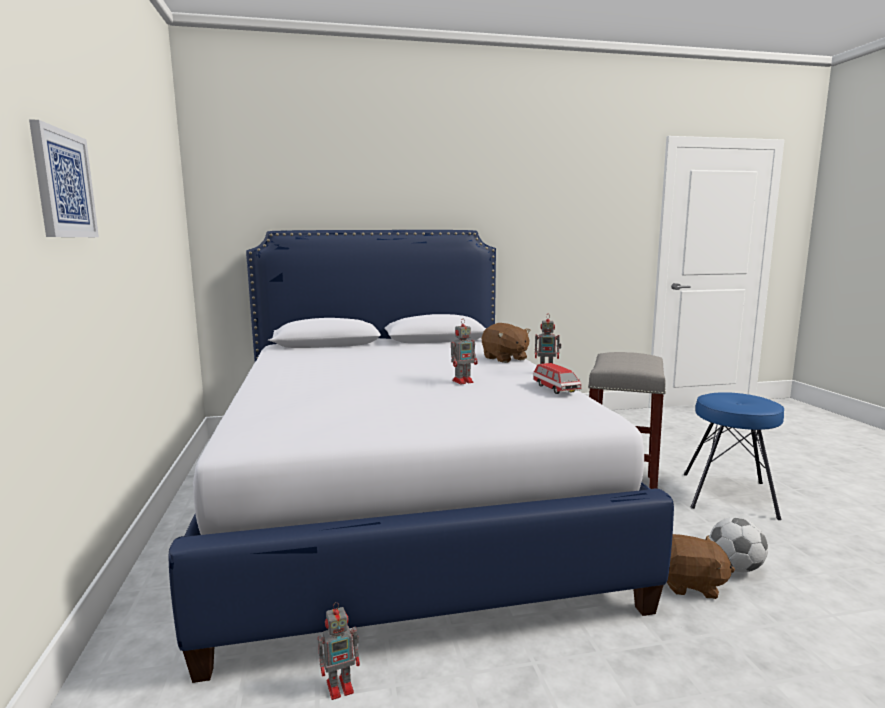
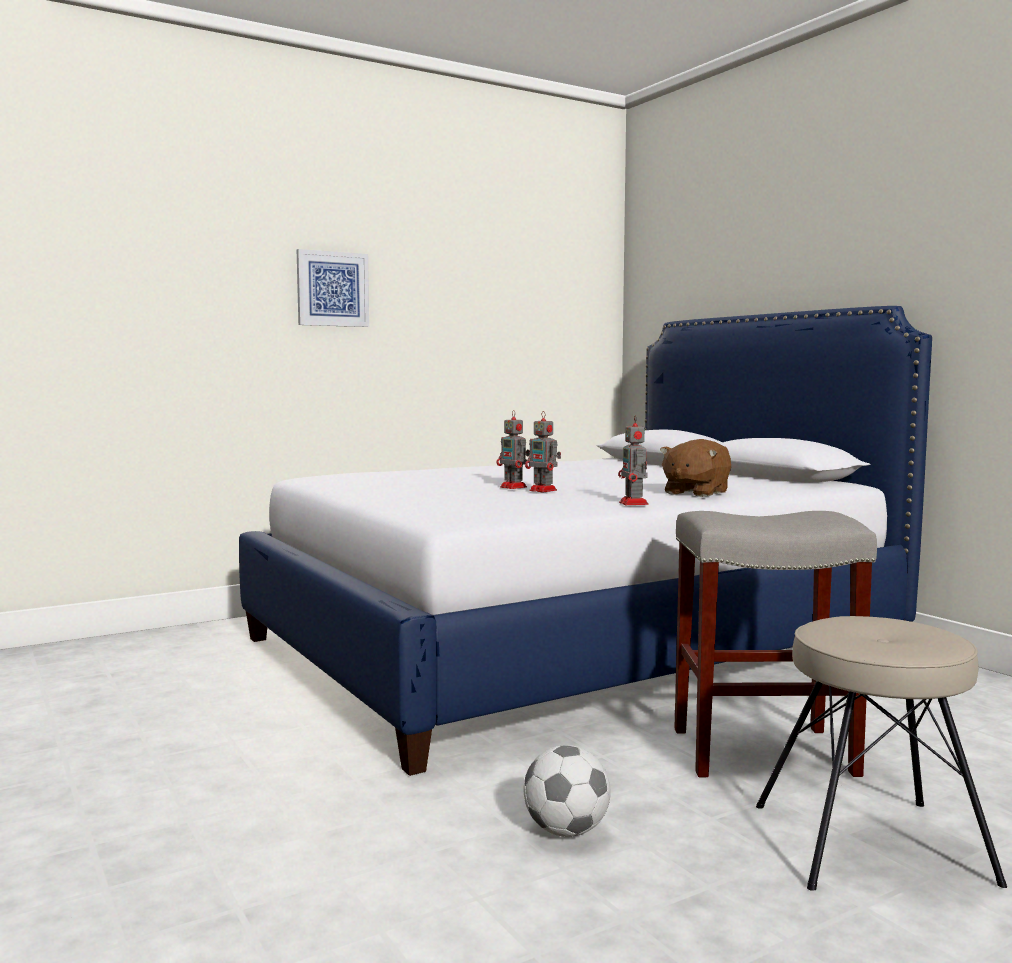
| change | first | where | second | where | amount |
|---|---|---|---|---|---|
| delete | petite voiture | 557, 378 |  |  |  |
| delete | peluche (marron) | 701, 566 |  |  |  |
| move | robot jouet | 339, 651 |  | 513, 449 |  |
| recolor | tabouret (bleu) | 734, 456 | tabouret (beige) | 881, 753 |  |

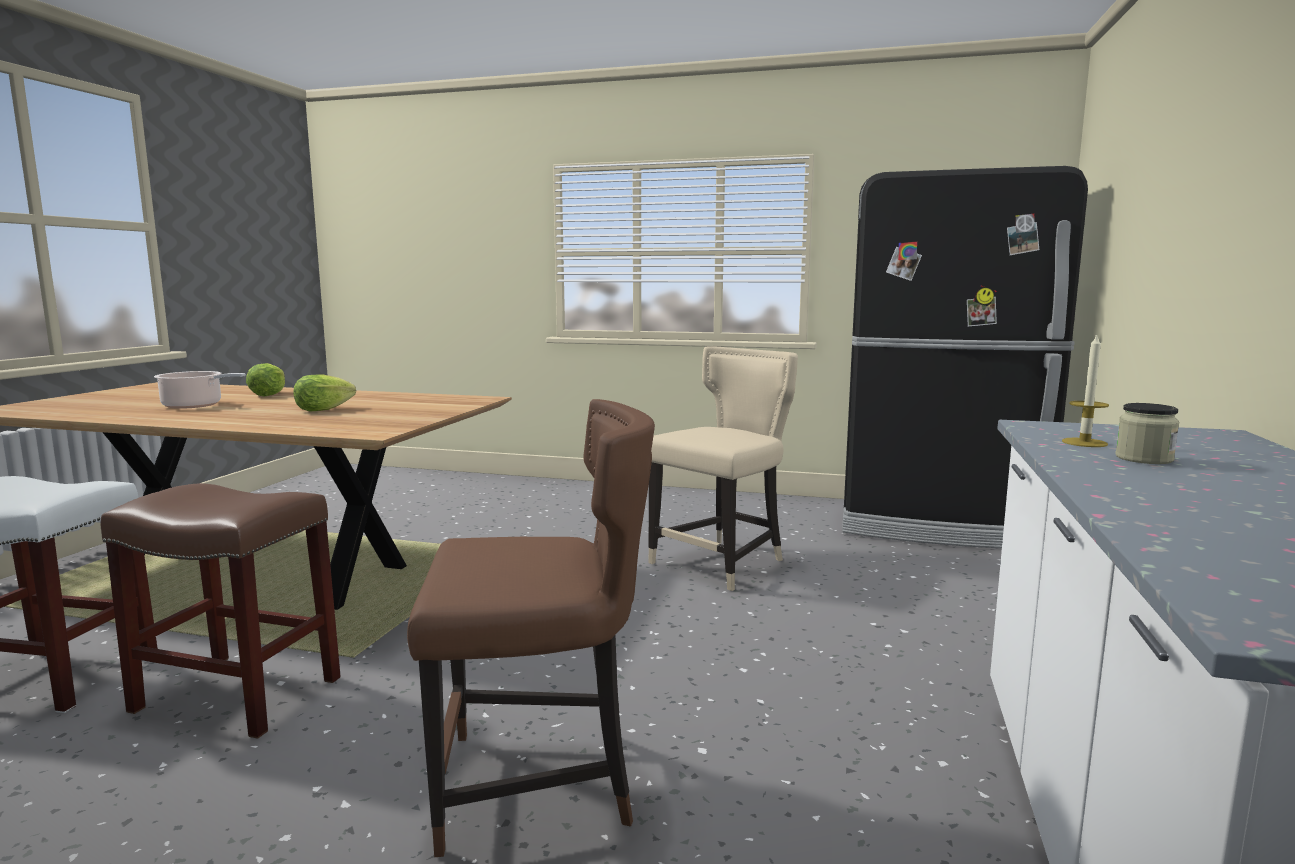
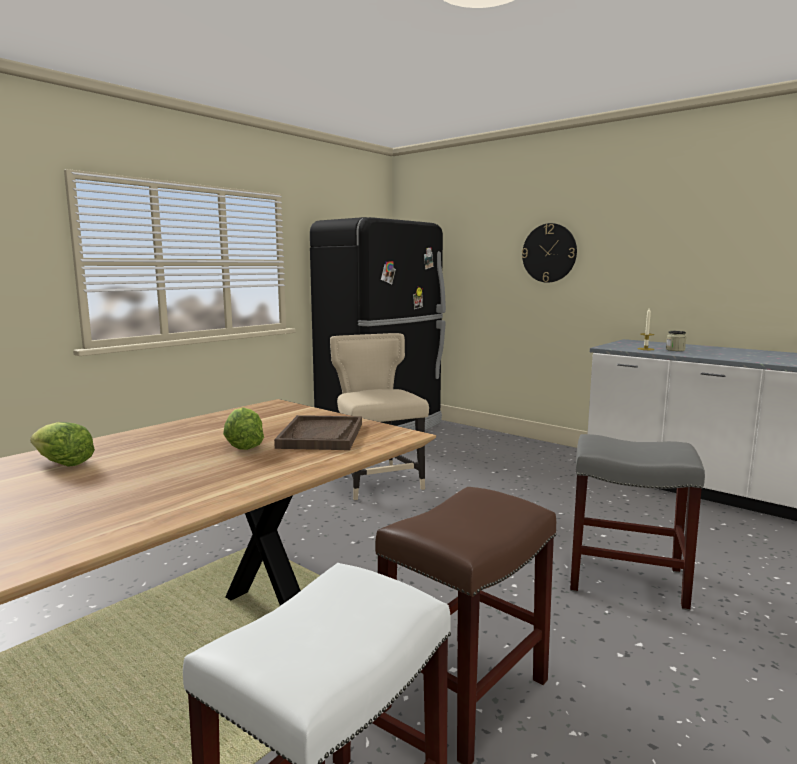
| change | first | where | second | where | amount |
|---|---|---|---|---|---|
| delete | marmite | 200, 390 |  |  |  |
| insert |  |  | plateau (marron) | 318, 432 |  |
| insert |  |  | horloge murale | 549, 253 |  |
| replace | chaise (marron) | 531, 628 | tabouret (gris) | 637, 522 |  |

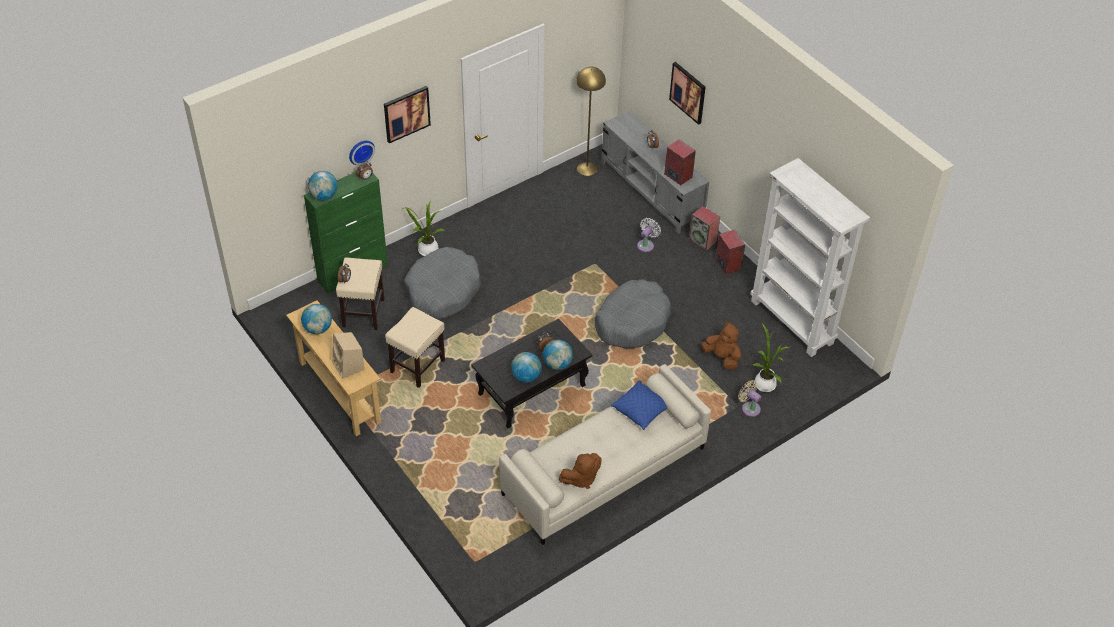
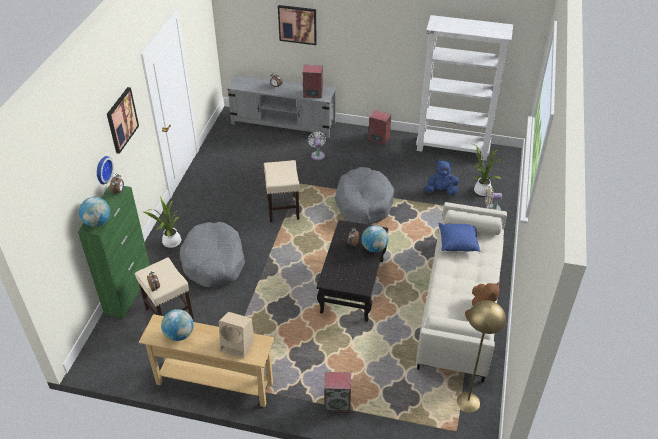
| change | first | where | second | where | amount |
|---|---|---|---|---|---|
| delete | globe | 526, 367 |  |  |  |
| move | tabouret (beige) | 415, 347 |  | 281, 191 |  |
| move | lampadaire (jaune) | 591, 121 |  | 481, 356 |  |
| move | enceinte | 704, 228 |  | 338, 392 |  |
| recolor | peluche (marron) | 721, 345 | peluche (bleu) | 441, 177 |  |

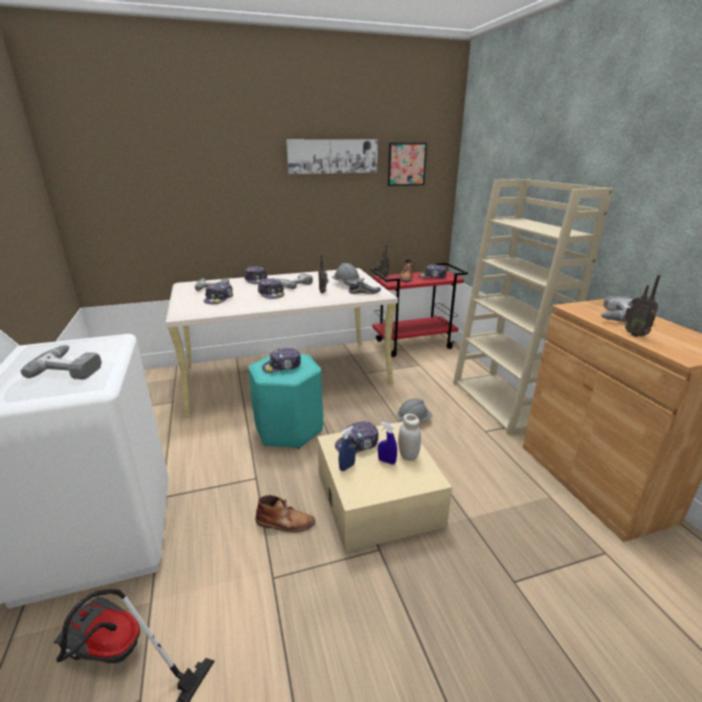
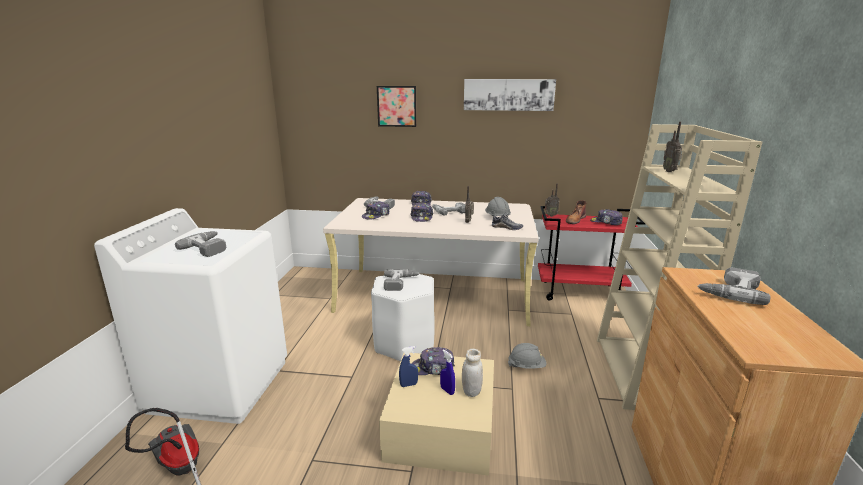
| change | first | where | second | where | amount |
|---|---|---|---|---|---|
| delete | botte (marron) | 285, 513 |  |  |  |
| move | tableau | 407, 164 |  | 396, 106 |  |
| move | radio | 642, 306 |  | 673, 147 |  |
| replace | casquette | 281, 360 | perceuse | 402, 280 |  |
| recolor | tabouret (turquoise) | 285, 401 | tabouret (blanc) | 403, 317 |  |

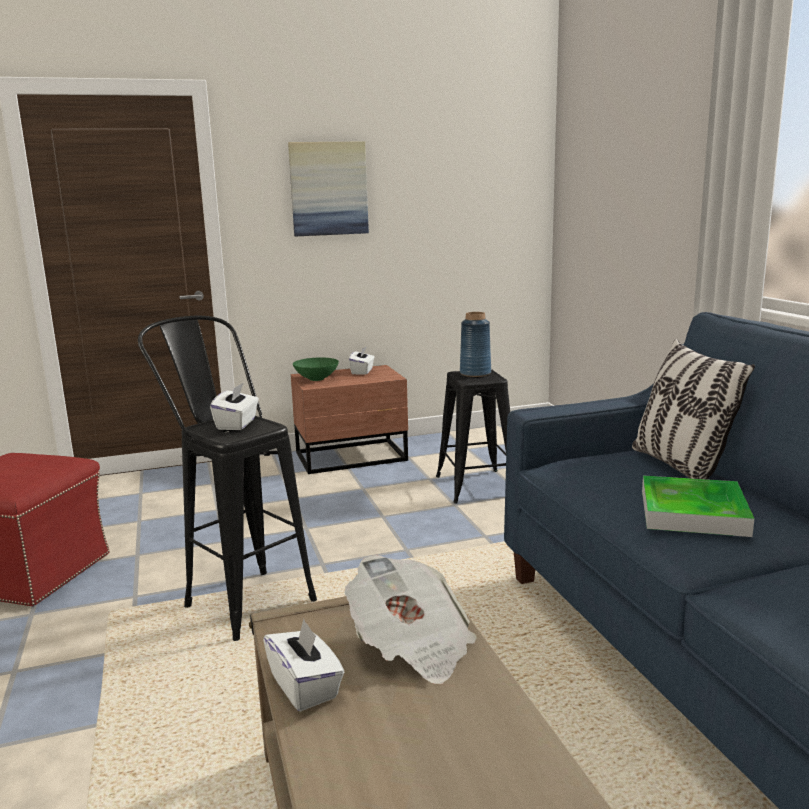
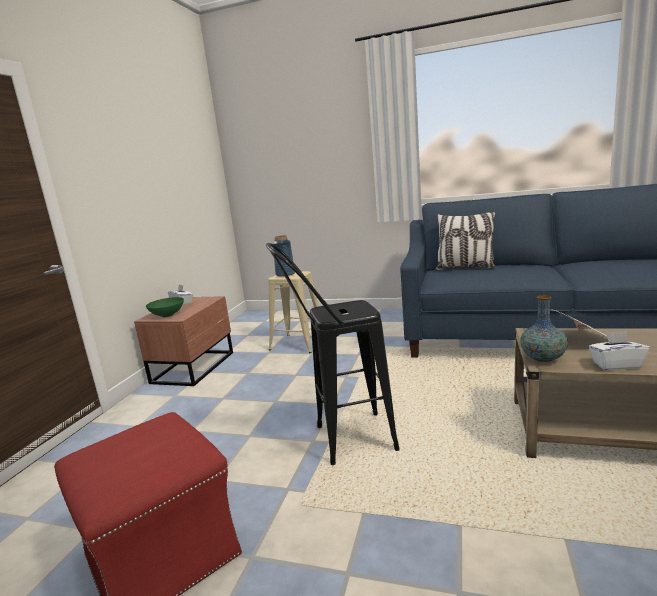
| change | first | where | second | where | amount |
|---|---|---|---|---|---|
| delete | boîte à mouchoirs (blanc) | 234, 406 |  |  |  |
| delete | tableau | 328, 189 |  |  |  |
| delete | plateau | 698, 506 |  |  |  |
| insert |  |  | vase | 544, 328 |  |
| recolor | tabouret (noir) | 473, 436 | tabouret (beige) | 293, 312 |  |

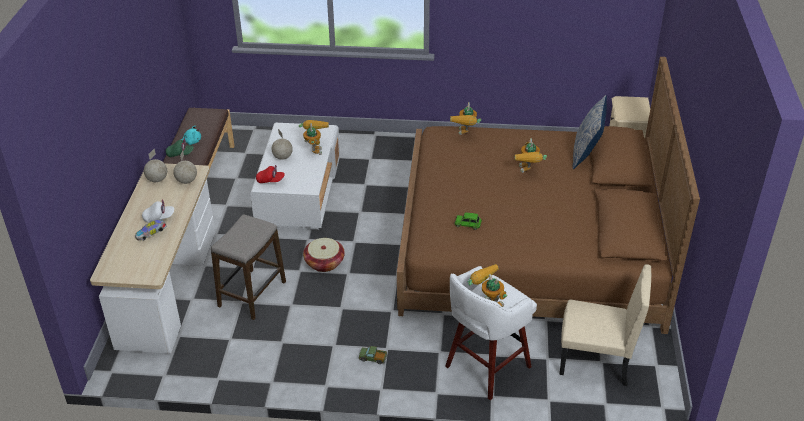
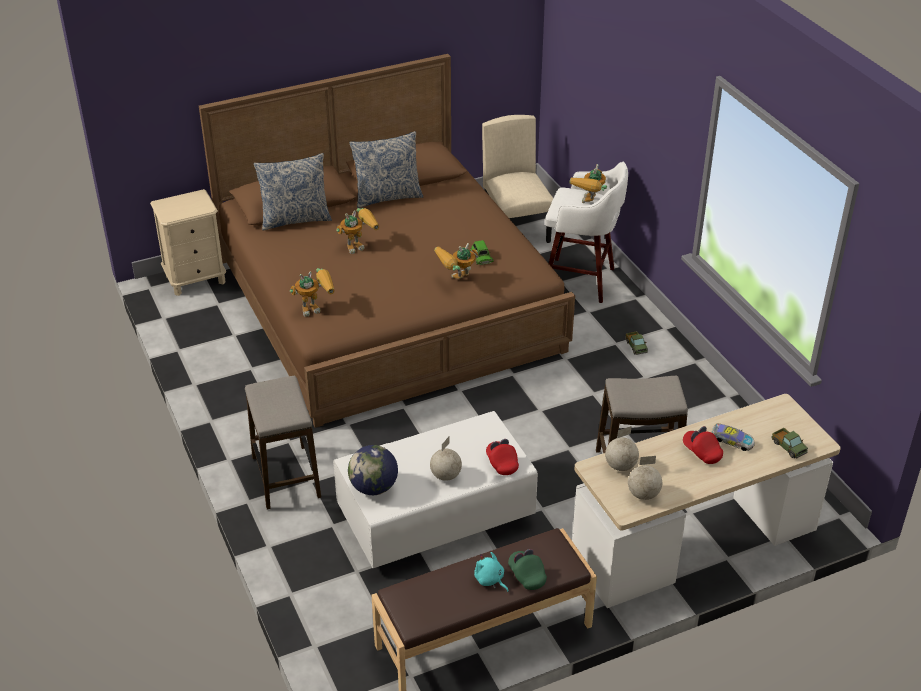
| change | first | where | second | where | amount |
|---|---|---|---|---|---|
| delete | panier | 324, 255 |  |  |  |
| insert |  |  | tabouret | 283, 443 |  |
| insert |  |  | globe | 373, 470 |  |
| insert |  |  | coussin | 386, 169 |  |
| insert |  |  | camion jouet | 789, 443 |  |
| move | robot jouet | 314, 137 |  | 456, 261 |  |
| recolor | casquette (blanc) | 158, 211 | casquette (rouge) | 703, 445 |  |

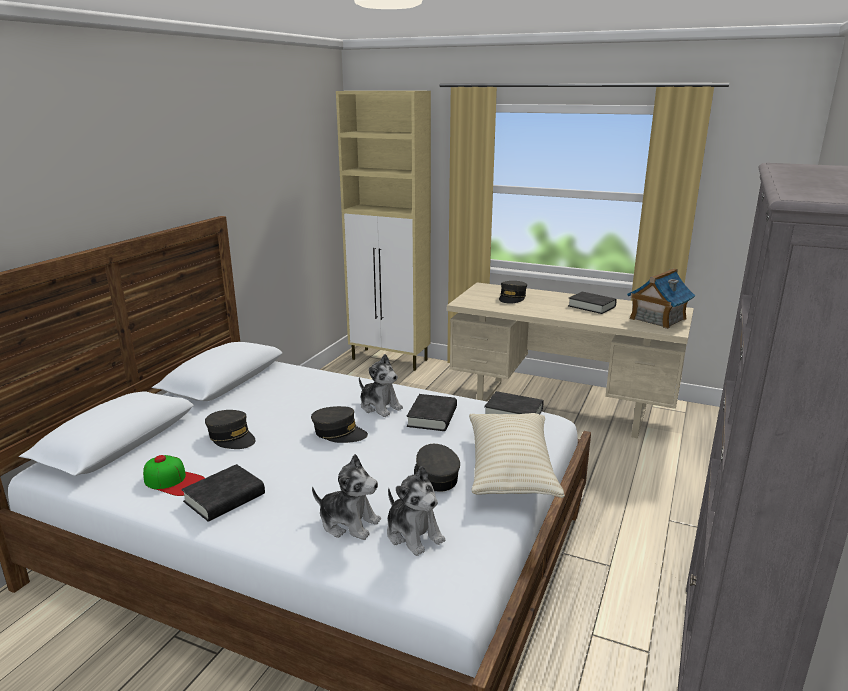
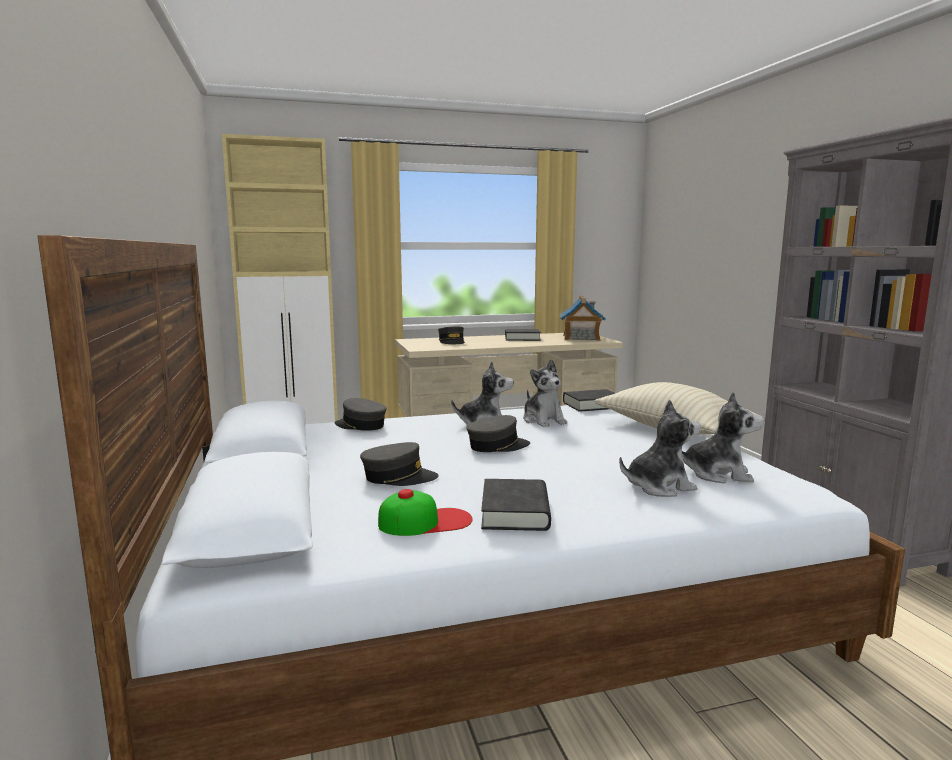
| change | first | where | second | where | amount |
|---|---|---|---|---|---|
| move | casquette (gris) | 437, 468 |  | 361, 414 |  |
| replace | livre (noir) | 432, 412 | peluche | 545, 393 |  |

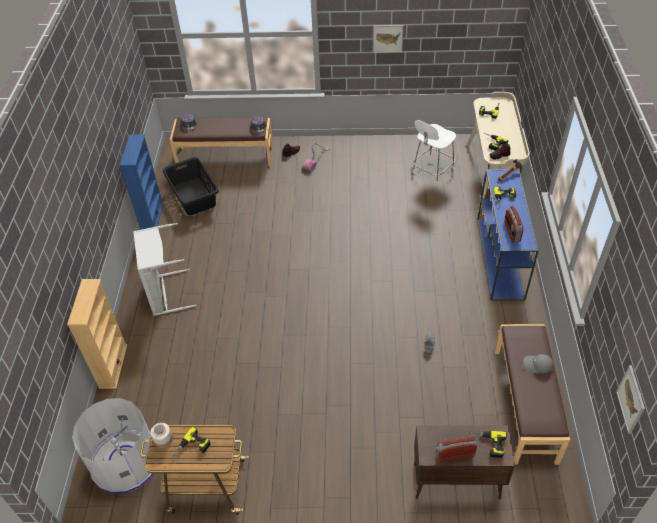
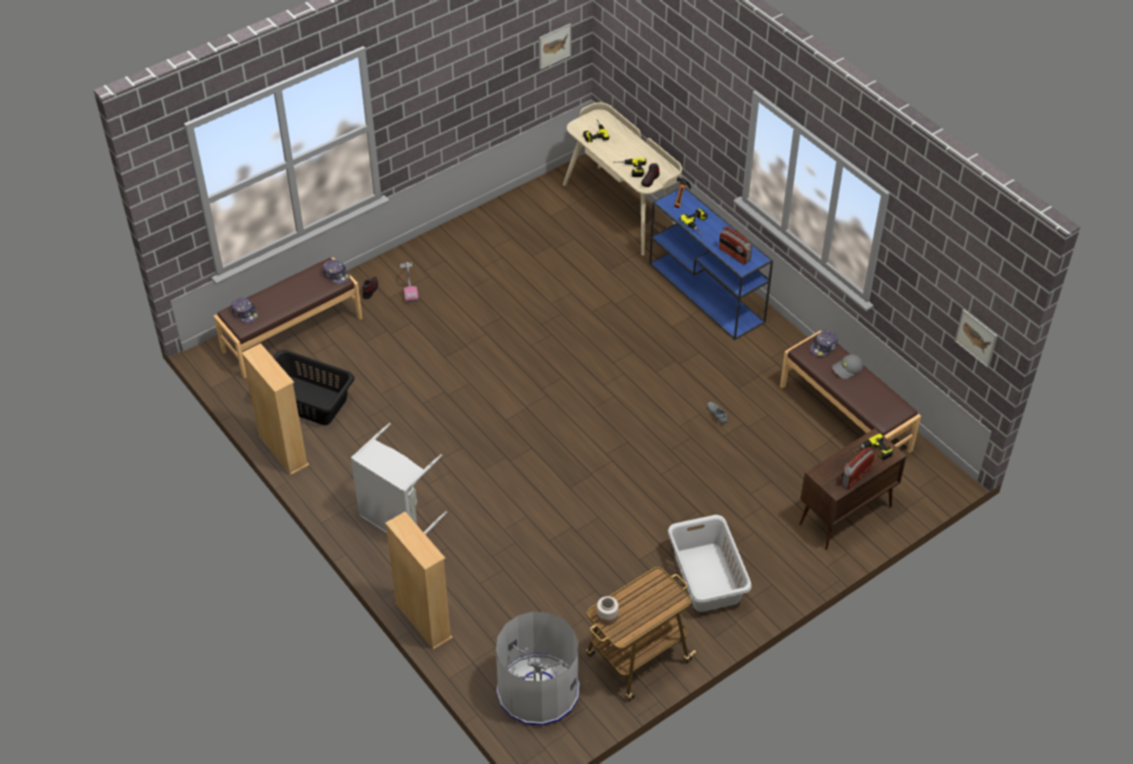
| change | first | where | second | where | amount |
|---|---|---|---|---|---|
| delete | perceuse | 191, 442 |  |  |  |
| delete | chaise (blanc) | 434, 152 |  |  |  |
| insert |  |  | panier à linge (gris) | 710, 563 |  |
| insert |  |  | casquette | 824, 343 |  |
| move | tableau | 388, 39 |  | 555, 46 |  |
| recolor | bibliothèque (bleu) | 141, 182 | bibliothèque (beige) | 275, 409 |  |

